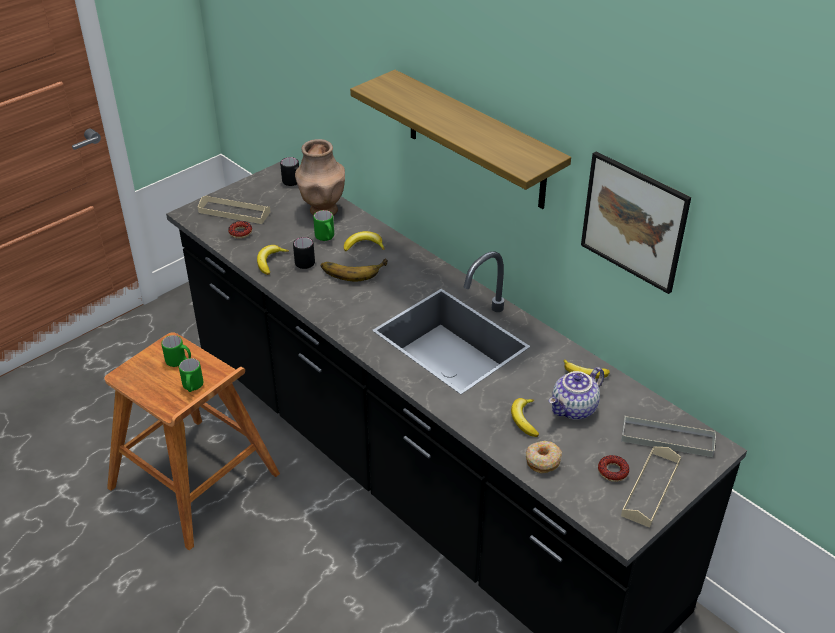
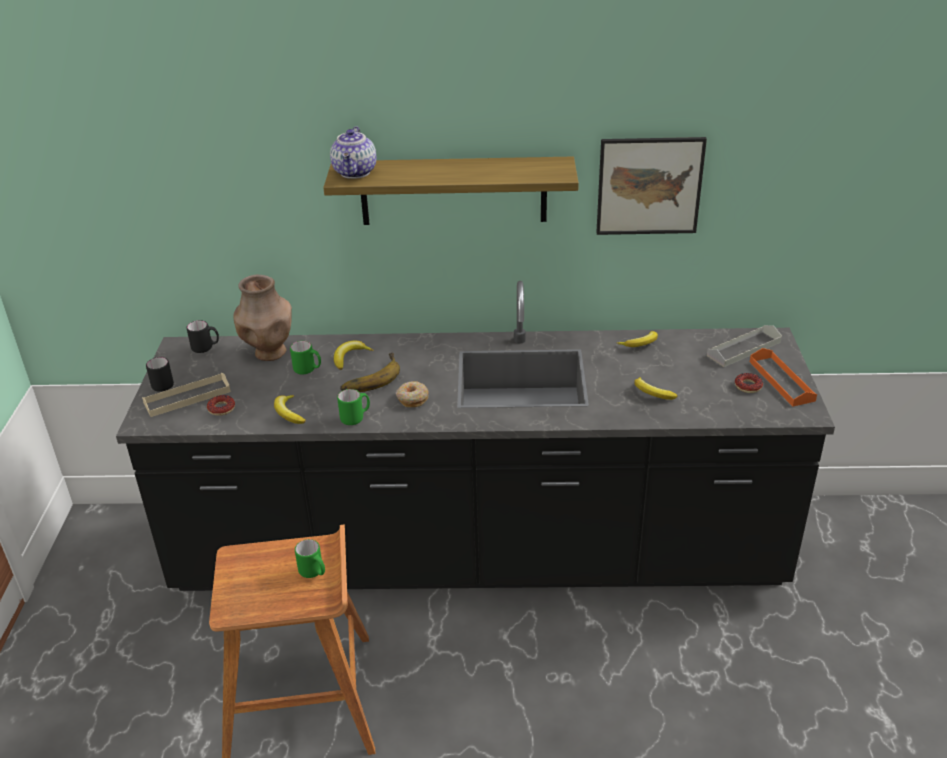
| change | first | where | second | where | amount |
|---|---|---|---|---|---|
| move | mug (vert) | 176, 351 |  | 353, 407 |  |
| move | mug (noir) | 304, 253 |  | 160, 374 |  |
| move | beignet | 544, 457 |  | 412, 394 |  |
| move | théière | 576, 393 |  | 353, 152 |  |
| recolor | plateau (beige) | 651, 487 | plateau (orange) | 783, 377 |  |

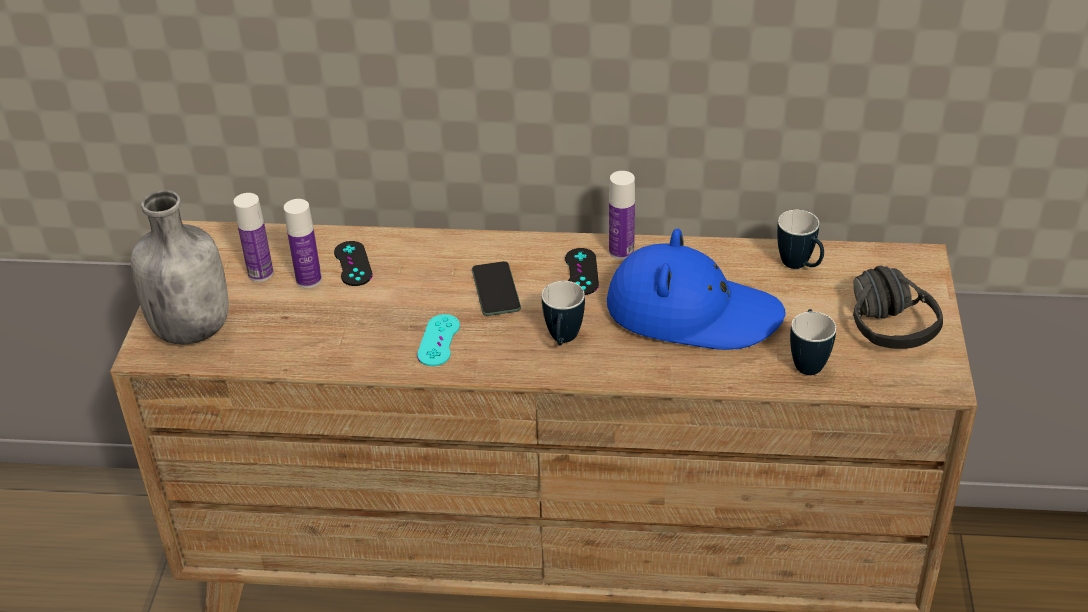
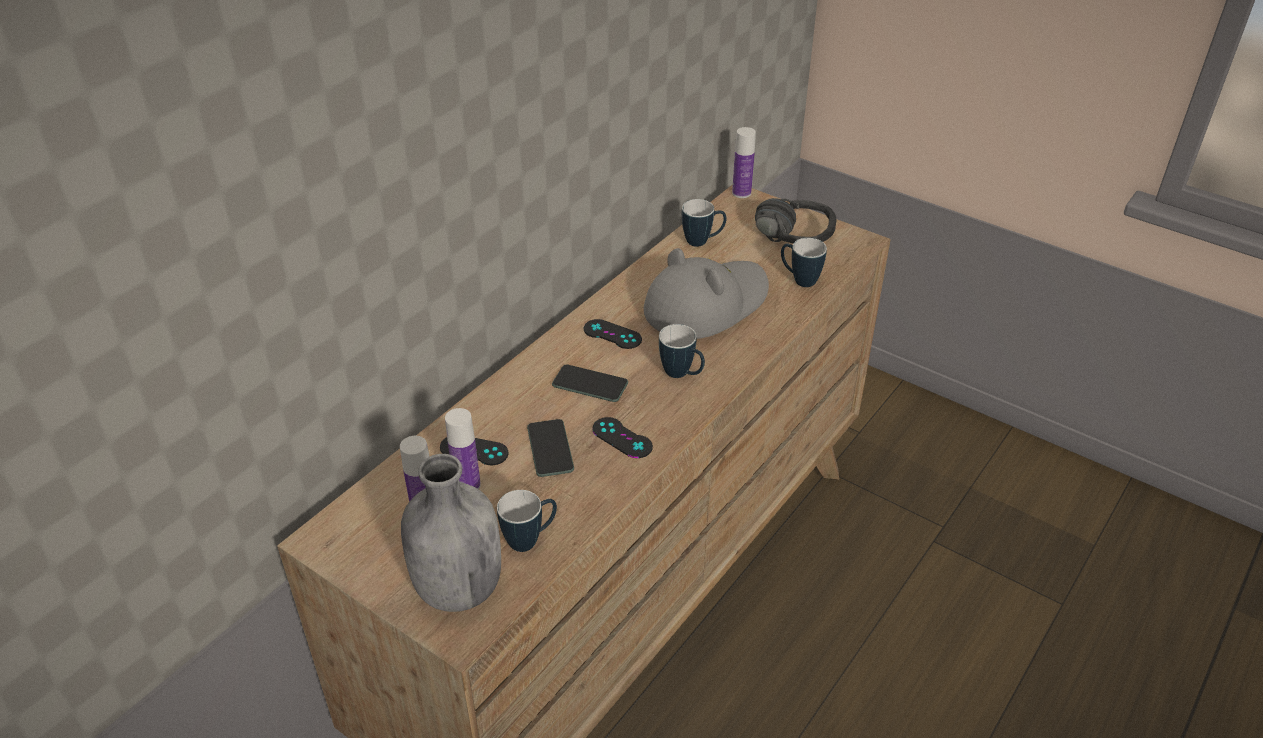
| change | first | where | second | where | amount |
|---|---|---|---|---|---|
| insert |  |  | mug | 527, 521 |  |
| insert |  |  | téléphone | 550, 448 |  |
| move | bouteille | 622, 215 |  | 744, 162 |  |
| recolor | manette (turquoise) | 438, 340 | manette (noir) | 622, 437 |  |
| recolor | chapeau (bleu) | 696, 289 | chapeau (gris) | 706, 293 |  |

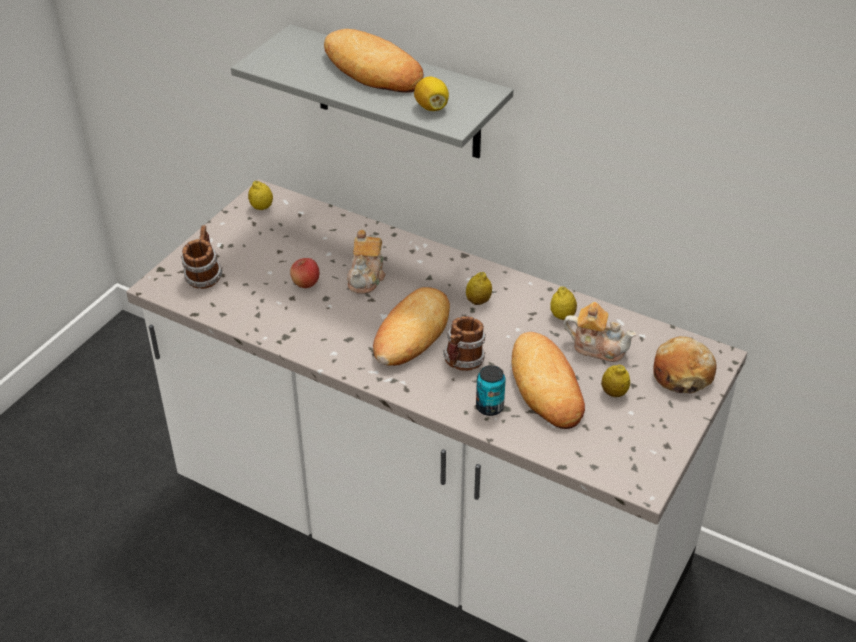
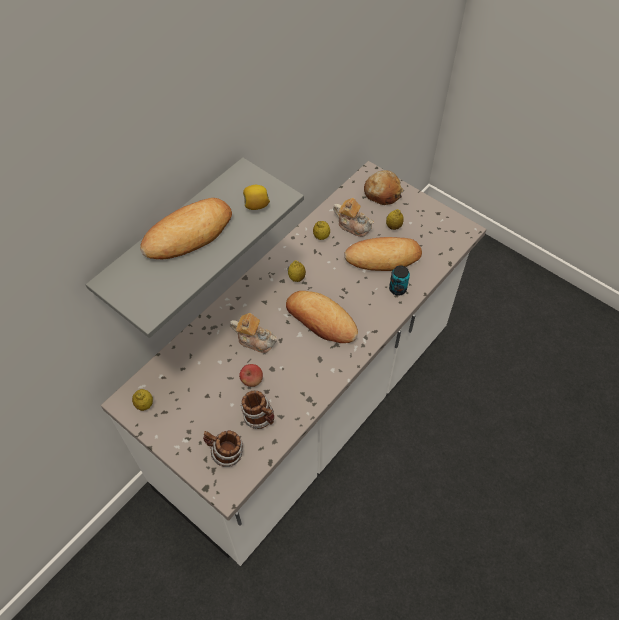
| change | first | where | second | where | amount |
|---|---|---|---|---|---|
| move | mug | 464, 343 |  | 257, 410 |  |
| rotate | théière | 600, 332 |  | 353, 217 | 90 degrees clockwise |

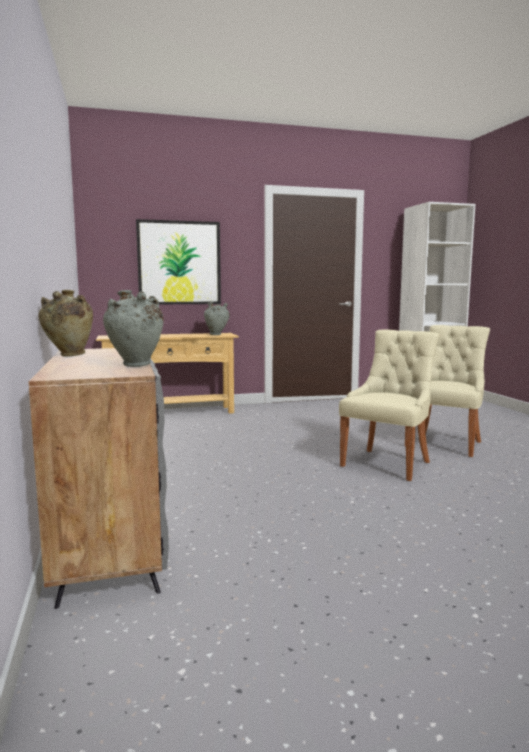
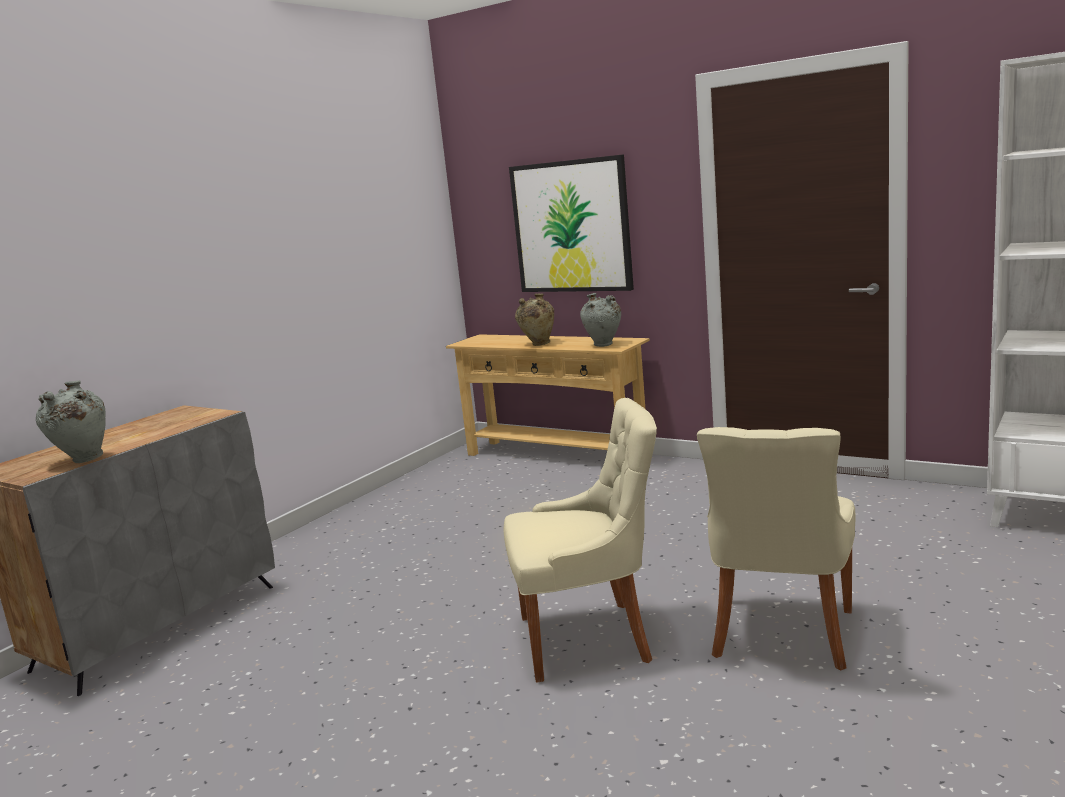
| change | first | where | second | where | amount |
|---|---|---|---|---|---|
| move | vase (beige) | 65, 323 |  | 534, 320 |  |
| rotate | chaise (beige) | 447, 391 |  | 776, 548 | 120 degrees clockwise |

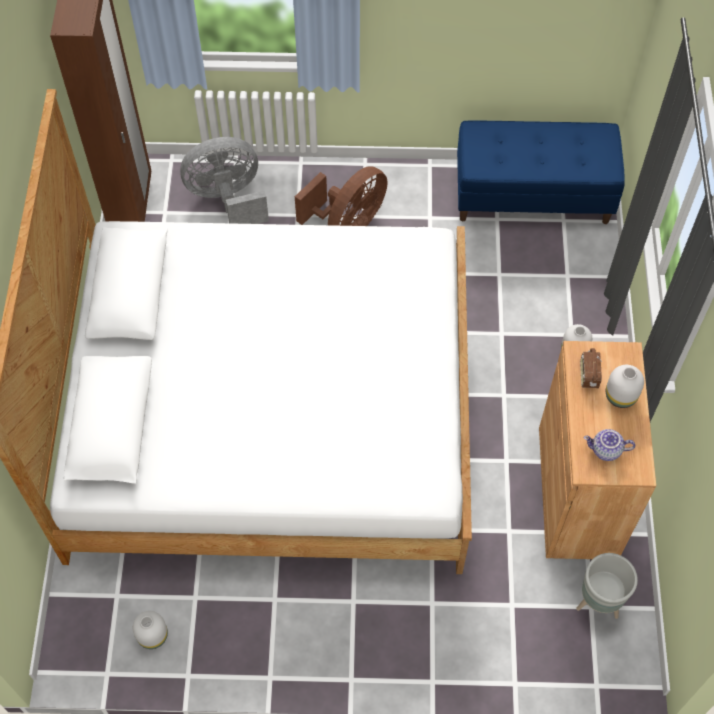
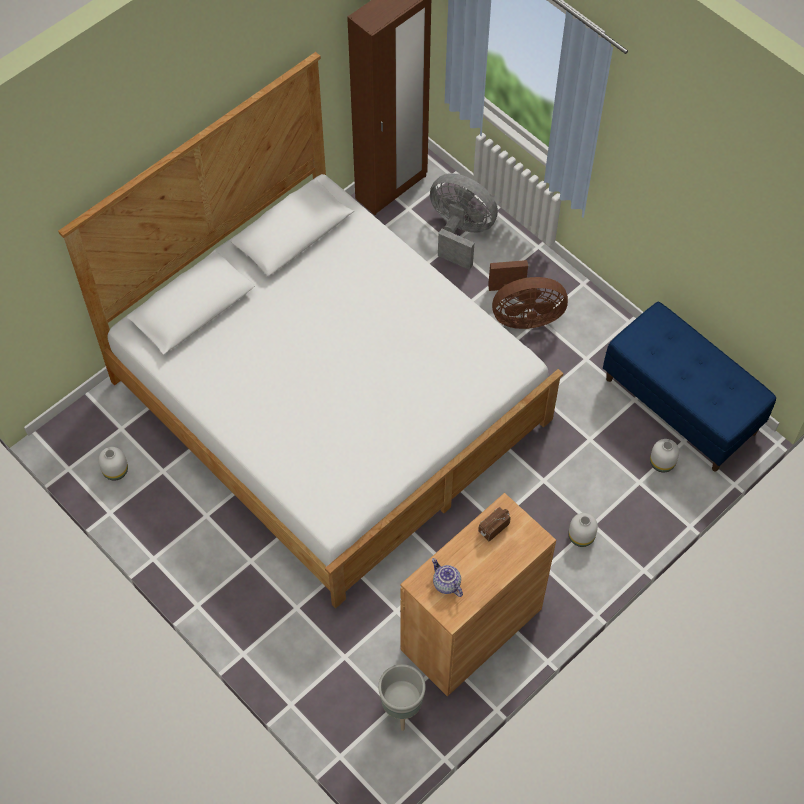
| change | first | where | second | where | amount |
|---|---|---|---|---|---|
| move | vase (blanc) | 625, 386 |  | 664, 455 |  |

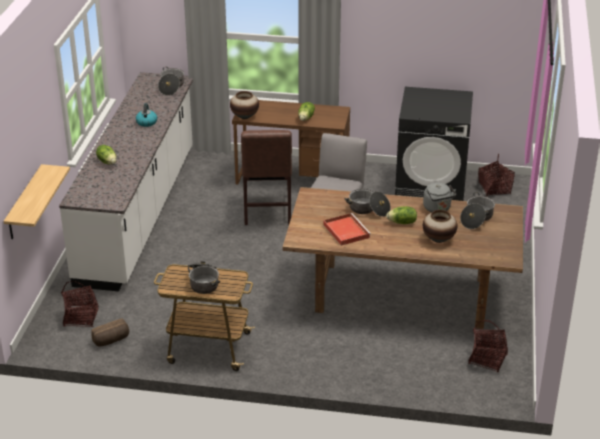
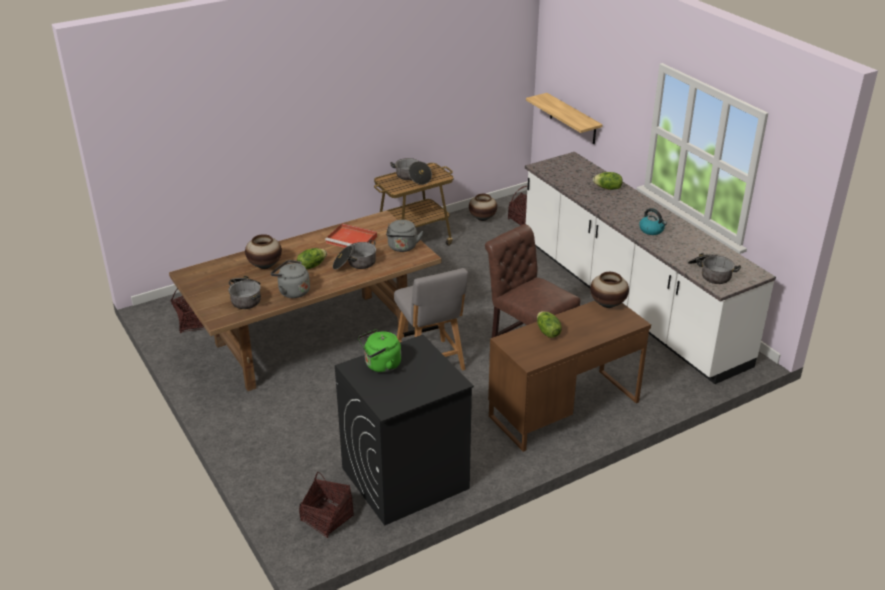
| change | first | where | second | where | amount |
|---|---|---|---|---|---|
| insert |  |  | bouilloire (vert) | 379, 351 |  |
| insert |  |  | bouilloire (gris) | 404, 236 |  |
| replace | pain | 110, 332 | vase | 483, 207 |  |

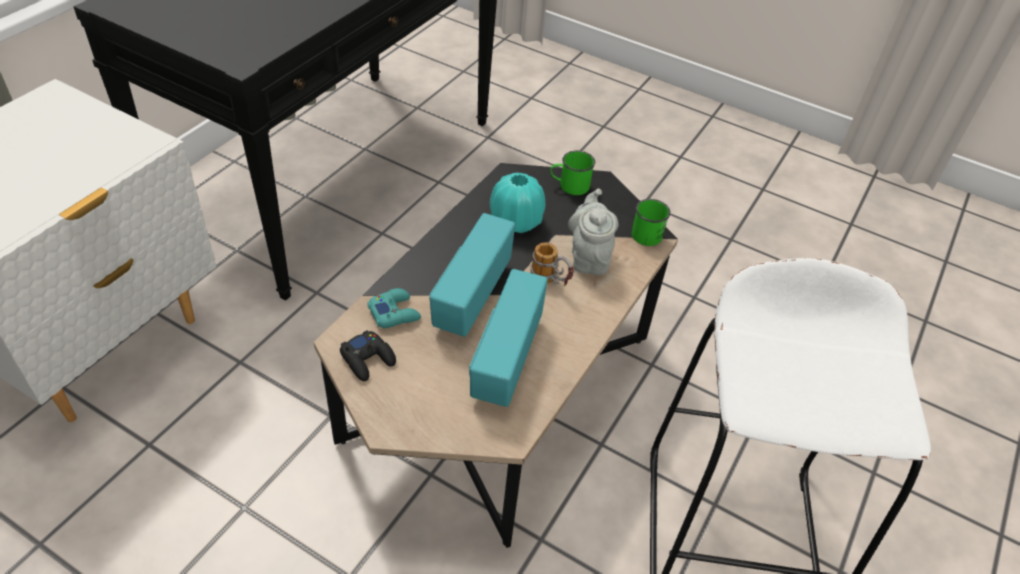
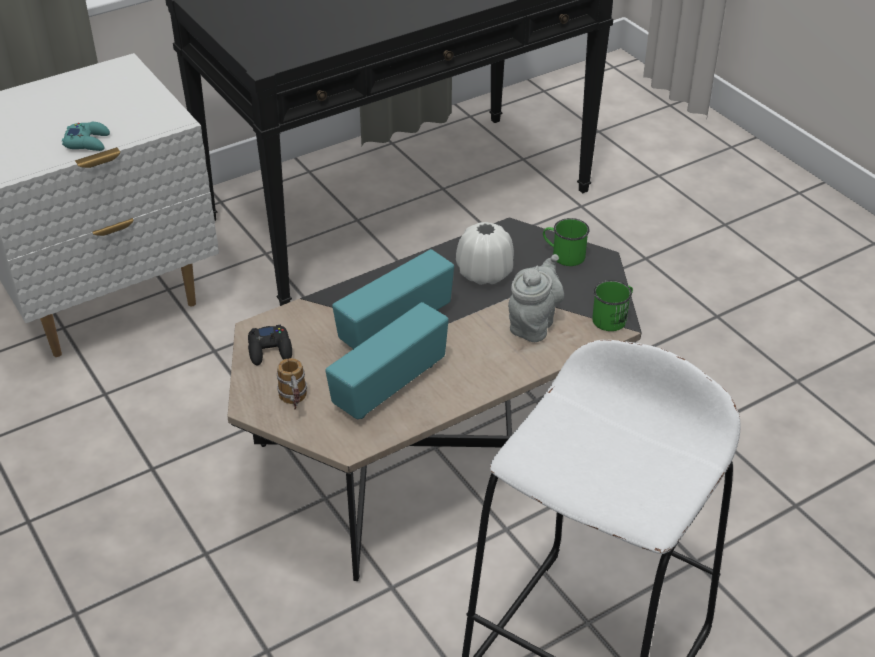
| change | first | where | second | where | amount |
|---|---|---|---|---|---|
| move | manette (turquoise) | 394, 308 |  | 86, 136 |  |
| move | mug | 552, 264 |  | 292, 384 |  |
| recolor | vase (turquoise) | 517, 203 | vase (blanc) | 485, 253 |  |

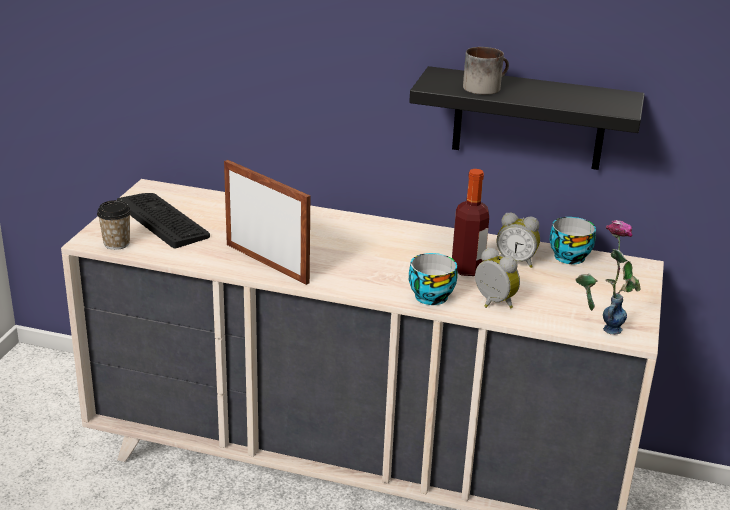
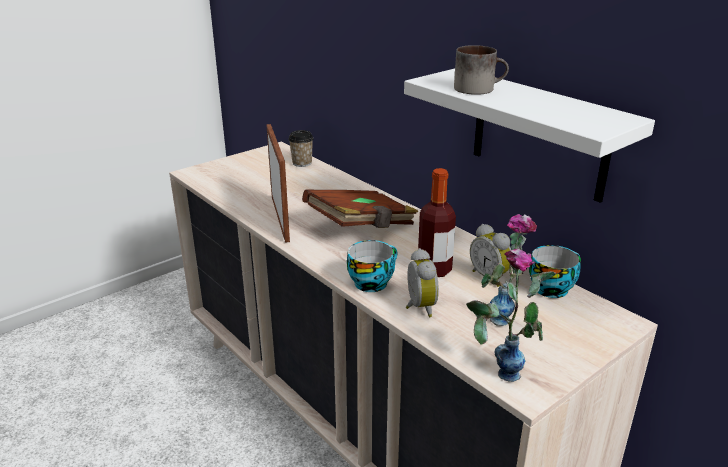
| change | first | where | second | where | amount |
|---|---|---|---|---|---|
| delete | clavier | 163, 220 |  |  |  |
| insert |  |  | livre (marron) | 360, 209 |  |
| insert |  |  | vase | 518, 270 |  |
| move | tasse | 114, 225 |  | 301, 148 |  |
| recolor | étagère (noir) | 527, 118 | étagère (blanc) | 529, 136 |  |

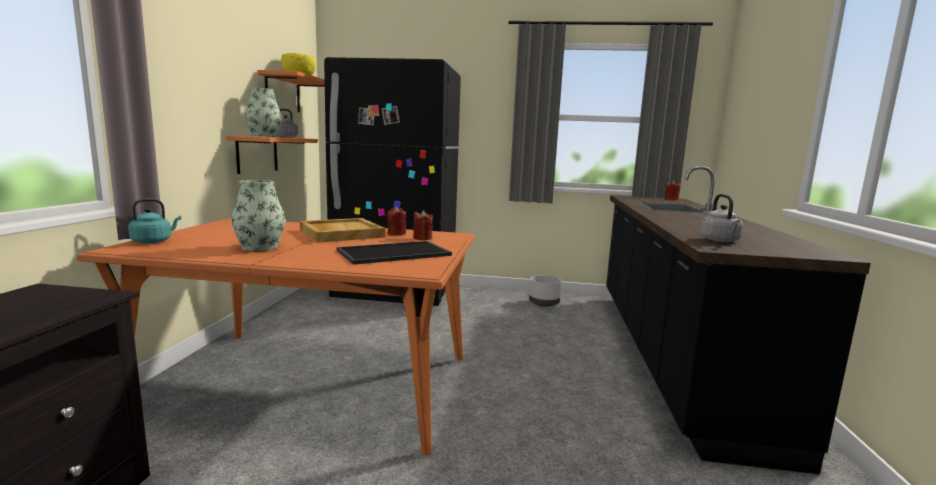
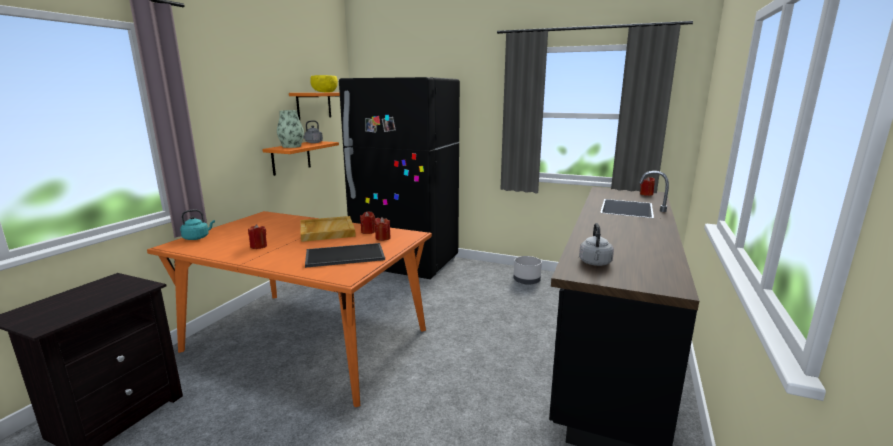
| change | first | where | second | where | amount |
|---|---|---|---|---|---|
| replace | vase | 258, 216 | bougie (rouge) | 257, 236 |  |

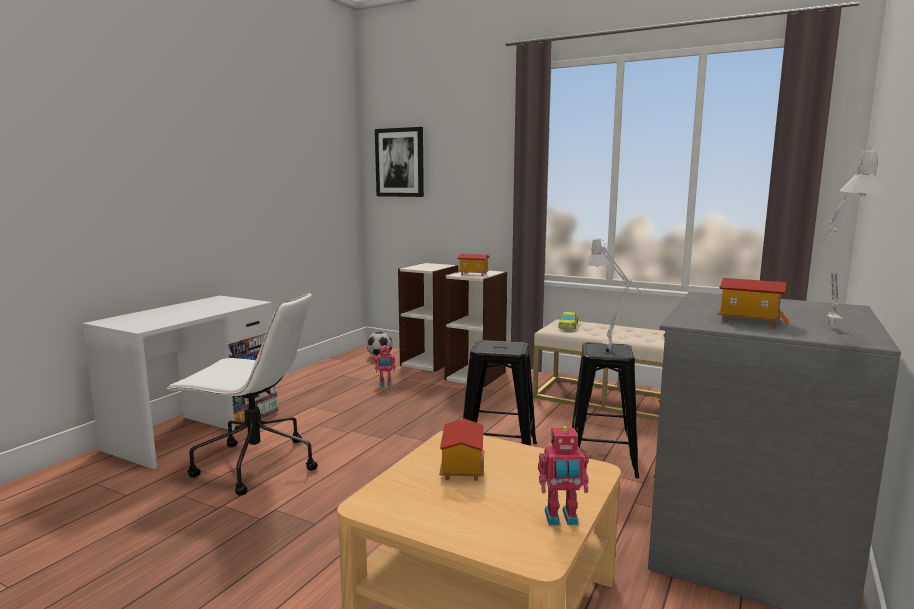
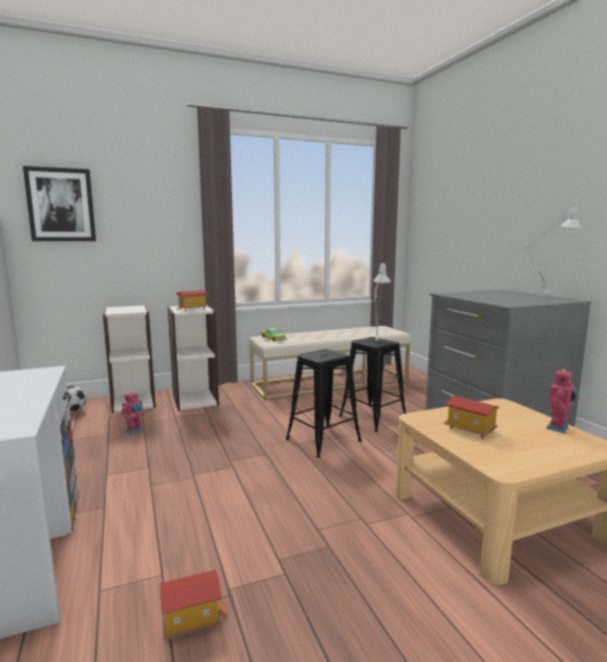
| change | first | where | second | where | amount |
|---|---|---|---|---|---|
| delete | chaise de bureau (blanc) | 242, 393 |  |  |  |
| move | maison miniature | 753, 302 |  | 193, 605 |  |

